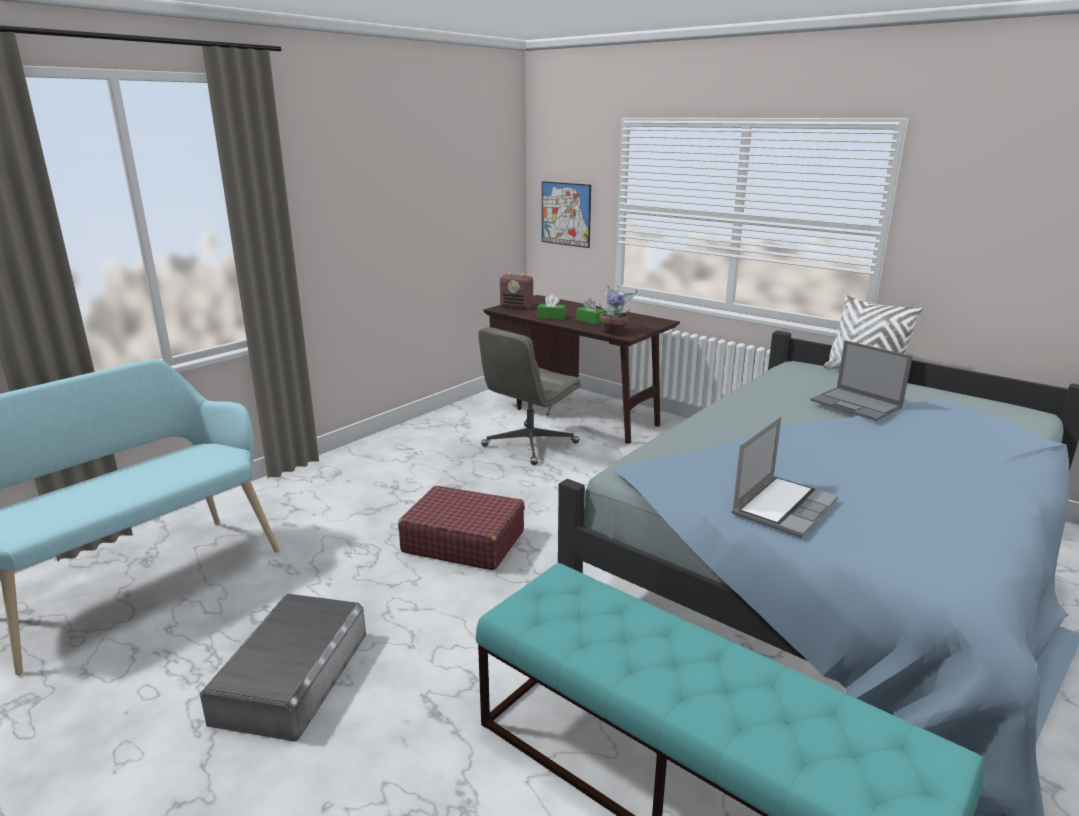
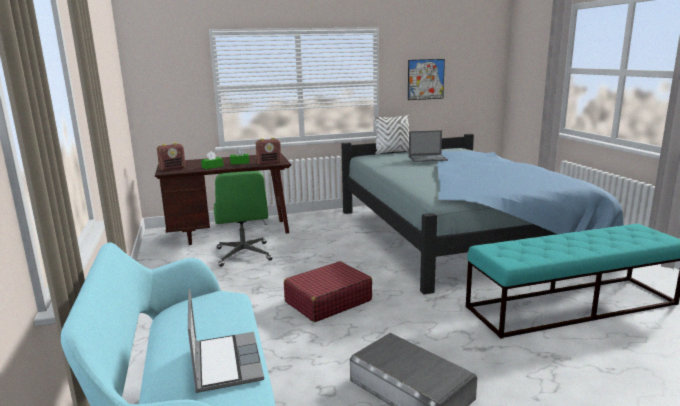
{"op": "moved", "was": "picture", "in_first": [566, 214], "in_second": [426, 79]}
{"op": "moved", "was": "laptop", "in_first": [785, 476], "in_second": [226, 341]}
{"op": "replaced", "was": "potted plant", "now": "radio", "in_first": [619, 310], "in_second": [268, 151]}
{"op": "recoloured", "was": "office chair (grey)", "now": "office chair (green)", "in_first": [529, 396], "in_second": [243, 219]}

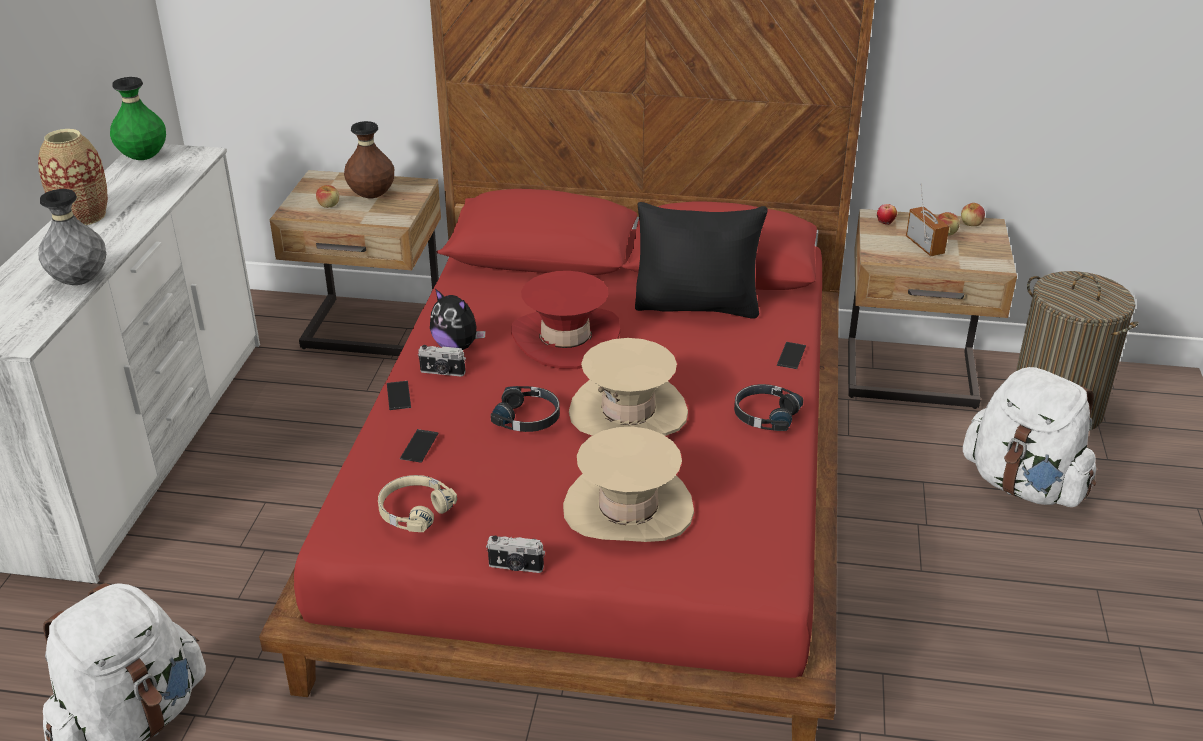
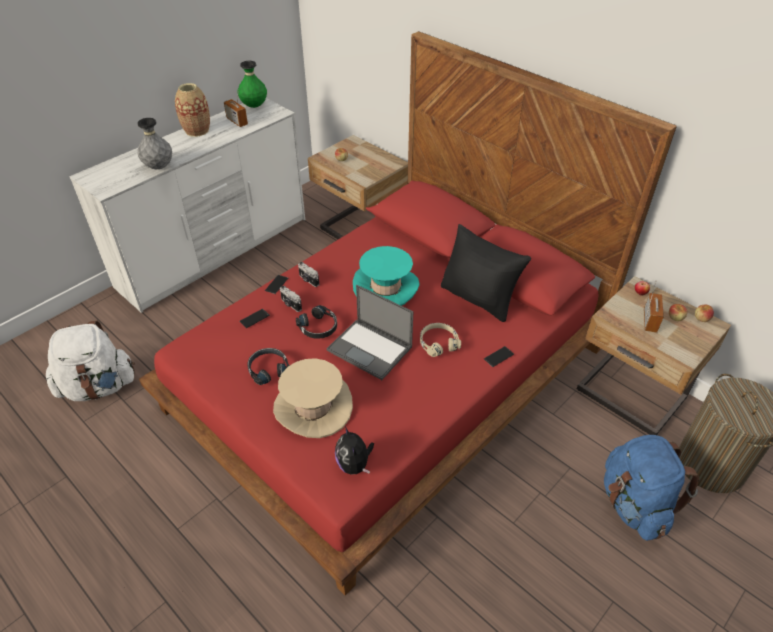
{"op": "removed", "was": "vase (brown)", "in_first": [369, 160]}
{"op": "added", "now": "radio", "in_second": [236, 106]}
{"op": "moved", "was": "headphones (beige)", "in_first": [417, 503], "in_second": [440, 340]}
{"op": "moved", "was": "plush toy", "in_first": [458, 319], "in_second": [354, 450]}
{"op": "moved", "was": "photo camera", "in_first": [515, 554], "in_second": [291, 299]}
{"op": "moved", "was": "headphones (black)", "in_first": [768, 407], "in_second": [268, 366]}
{"op": "replaced", "was": "hat (beige)", "now": "laptop", "in_first": [628, 387], "in_second": [370, 332]}
{"op": "recoloured", "was": "hat (red)", "now": "hat (turquoise)", "in_first": [565, 320], "in_second": [386, 276]}
{"op": "recoloured", "was": "backpack (white)", "now": "backpack (blue)", "in_first": [1029, 437], "in_second": [652, 488]}

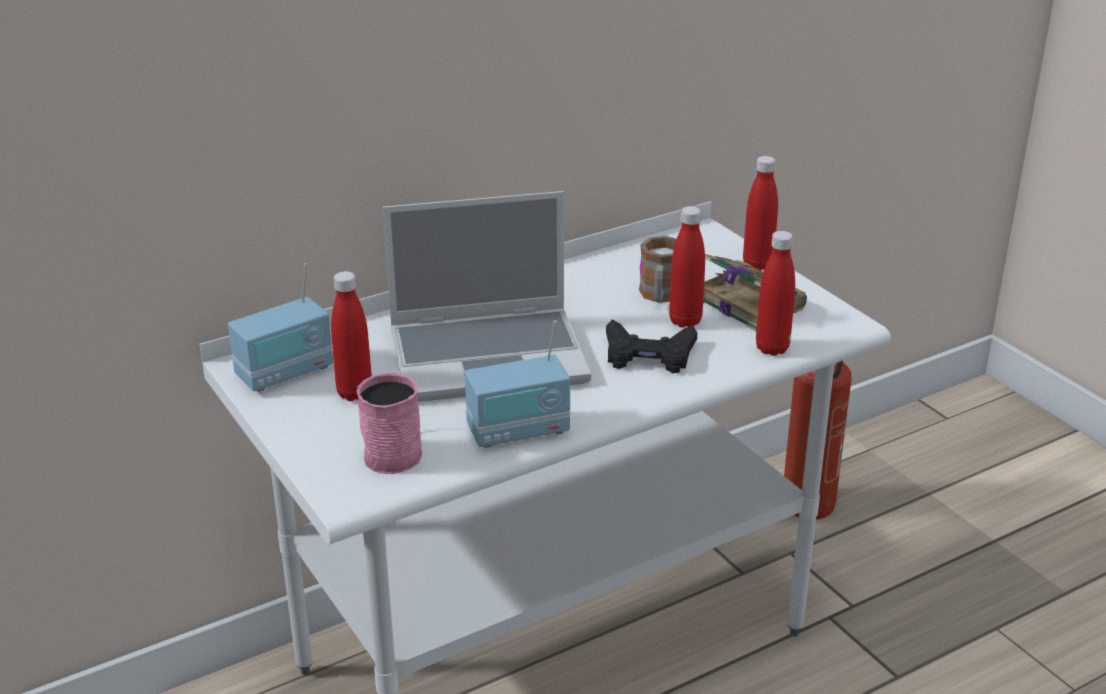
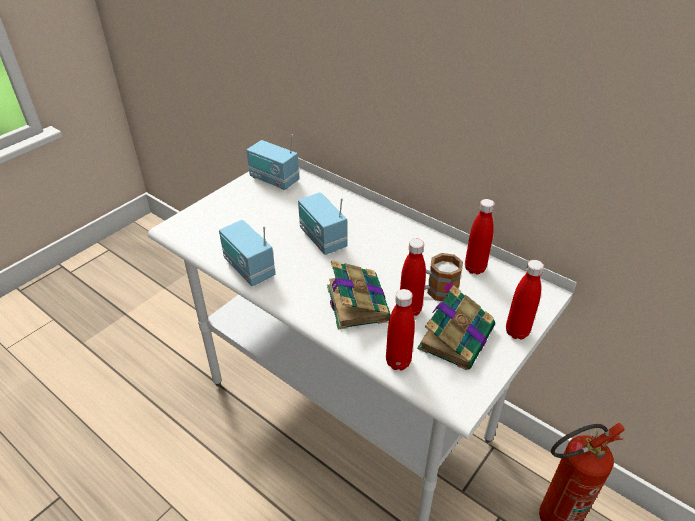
{"op": "removed", "was": "mug (pink)", "in_first": [389, 423]}
{"op": "moved", "was": "bottle (red)", "in_first": [351, 336], "in_second": [480, 237]}
{"op": "replaced", "was": "laptop", "now": "radio", "in_first": [487, 296], "in_second": [322, 223]}
{"op": "replaced", "was": "game controller (black)", "now": "book", "in_first": [651, 346], "in_second": [359, 295]}

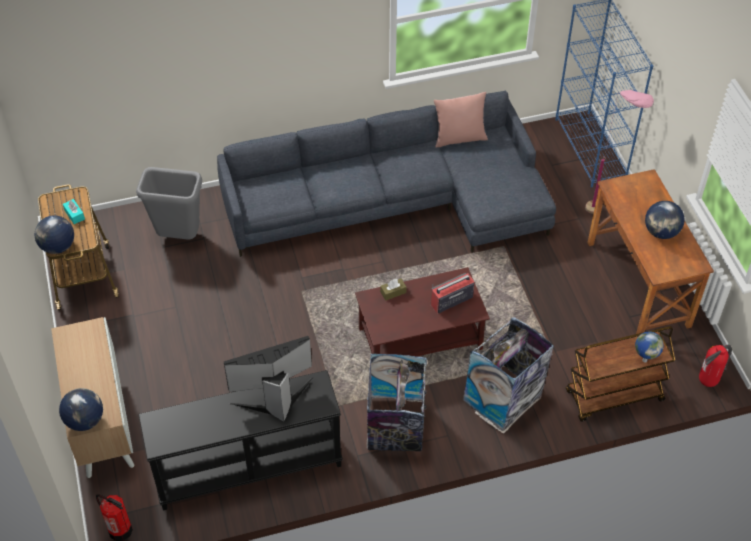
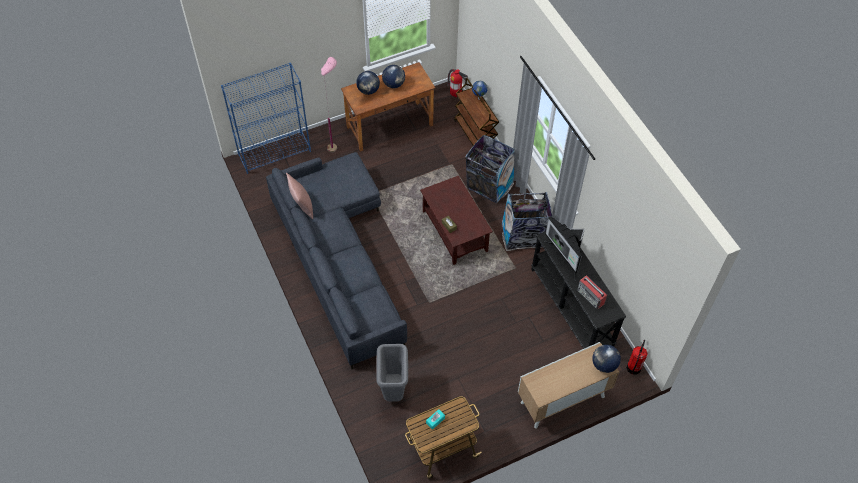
{"op": "moved", "was": "globe", "in_first": [54, 234], "in_second": [368, 83]}
{"op": "moved", "was": "radio", "in_first": [453, 293], "in_second": [592, 292]}

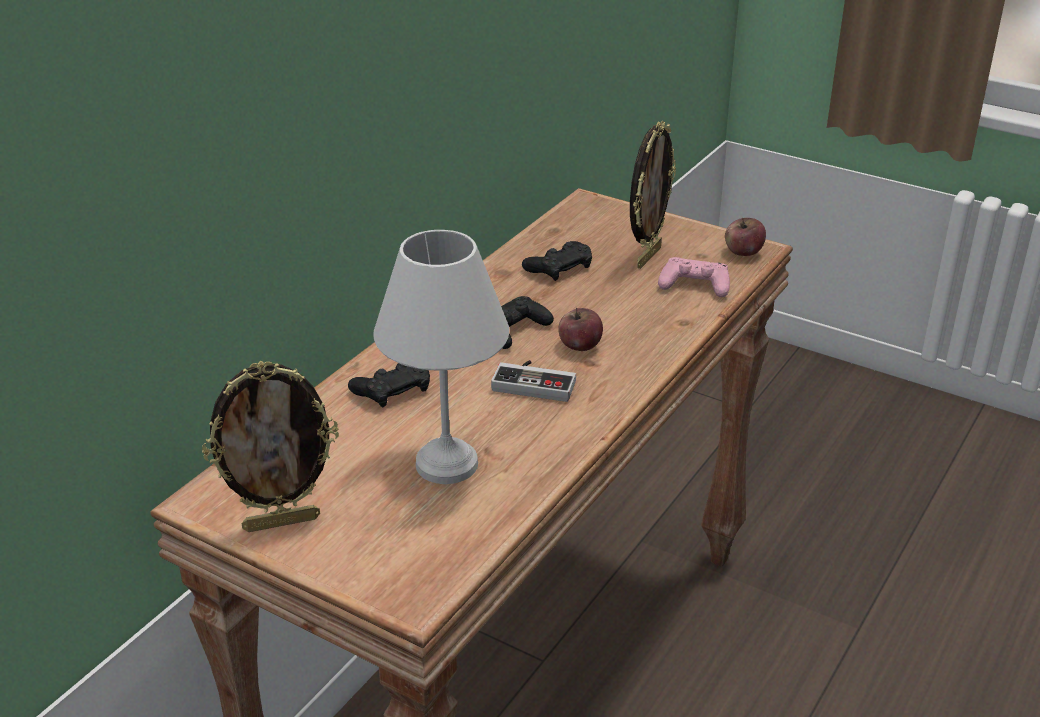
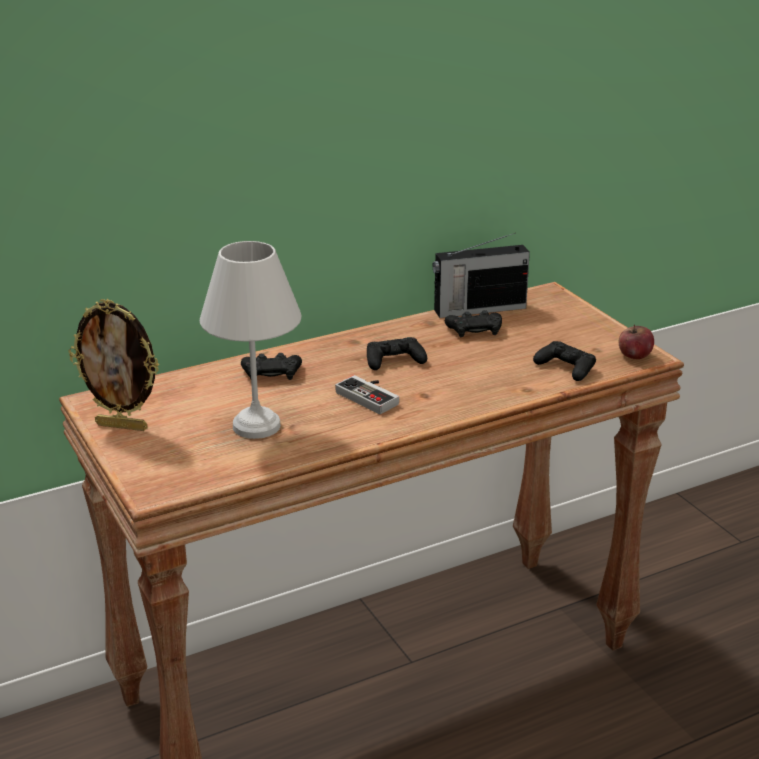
{"op": "removed", "was": "apple", "in_first": [580, 329]}
{"op": "removed", "was": "picture frame", "in_first": [653, 195]}
{"op": "added", "now": "radio", "in_second": [481, 275]}
{"op": "recoloured", "was": "game controller (pink)", "now": "game controller (black)", "in_first": [694, 277], "in_second": [564, 361]}

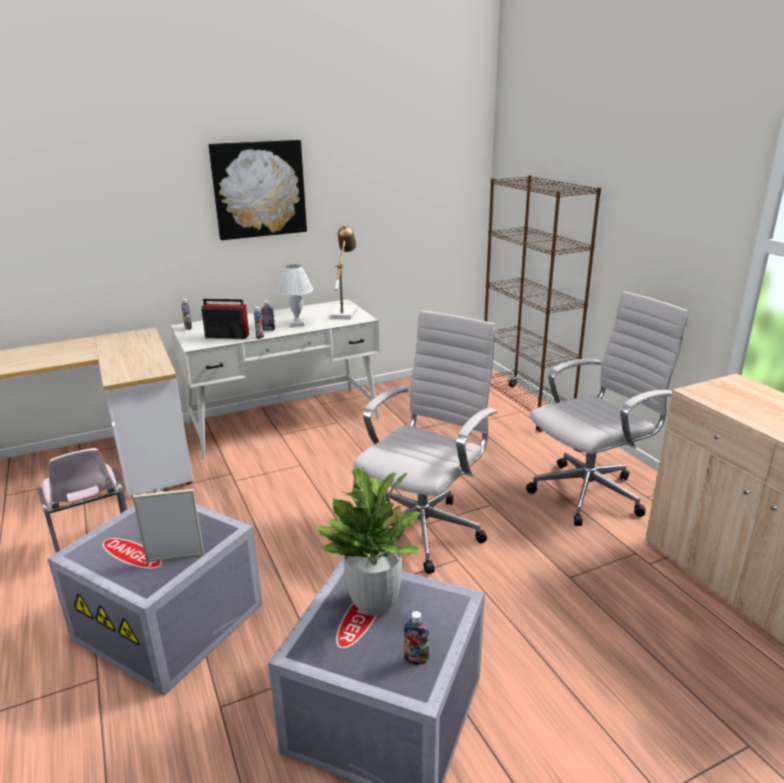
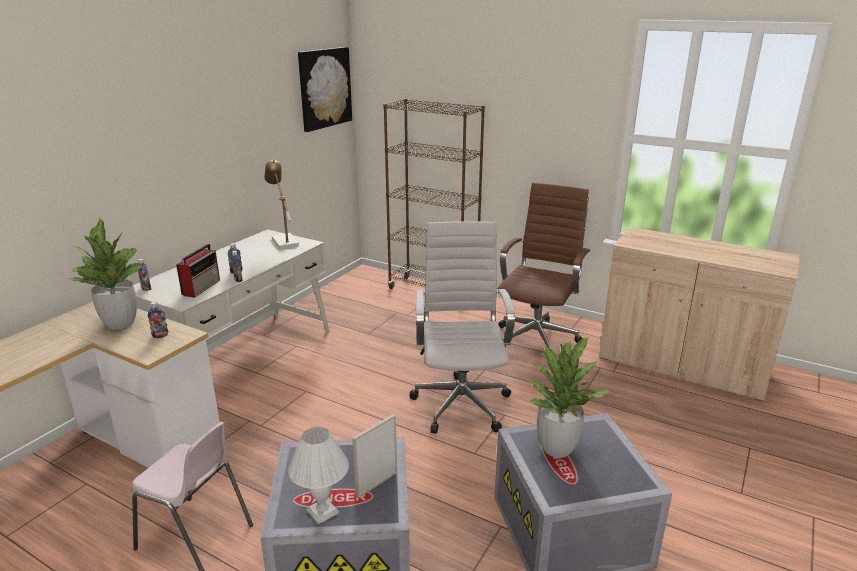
{"op": "added", "now": "potted plant", "in_second": [105, 274]}
{"op": "moved", "was": "picture", "in_first": [257, 190], "in_second": [325, 89]}
{"op": "moved", "was": "table lamp (white)", "in_first": [295, 295], "in_second": [318, 475]}
{"op": "moved", "was": "bottle", "in_first": [416, 638], "in_second": [158, 320]}
{"op": "recoloured", "was": "office chair (white)", "now": "office chair (brown)", "in_first": [607, 408], "in_second": [544, 266]}
{"op": "turned", "was": "radio", "in_first": [225, 319], "in_second": [198, 271], "clockwise": 135}

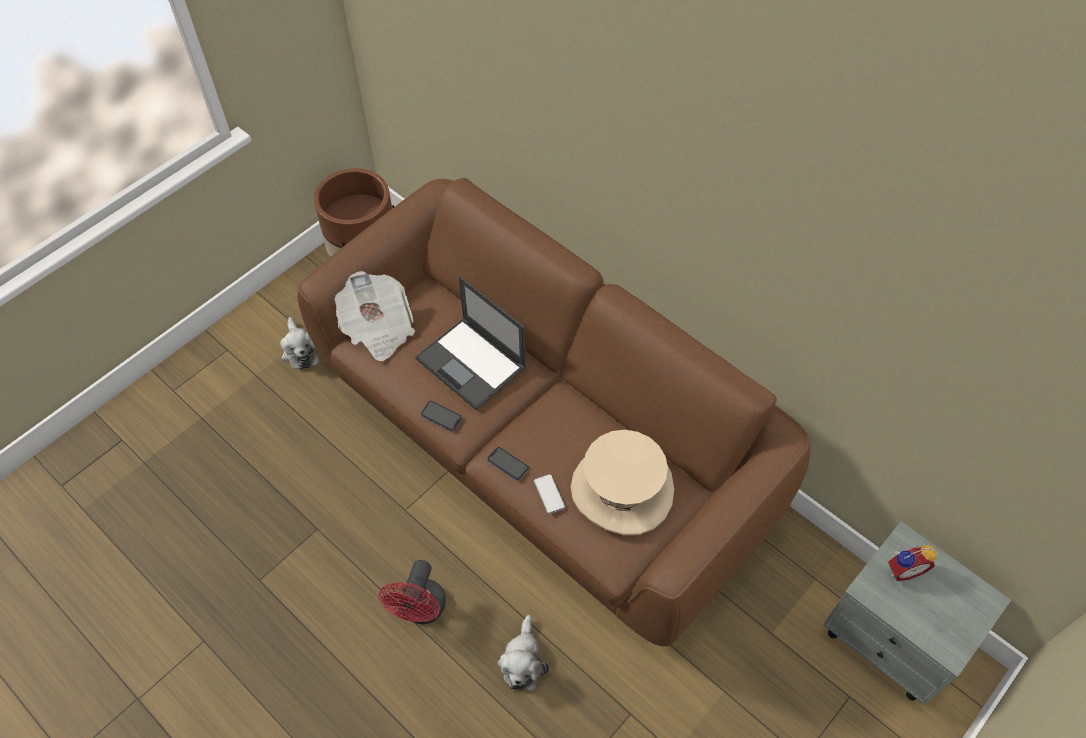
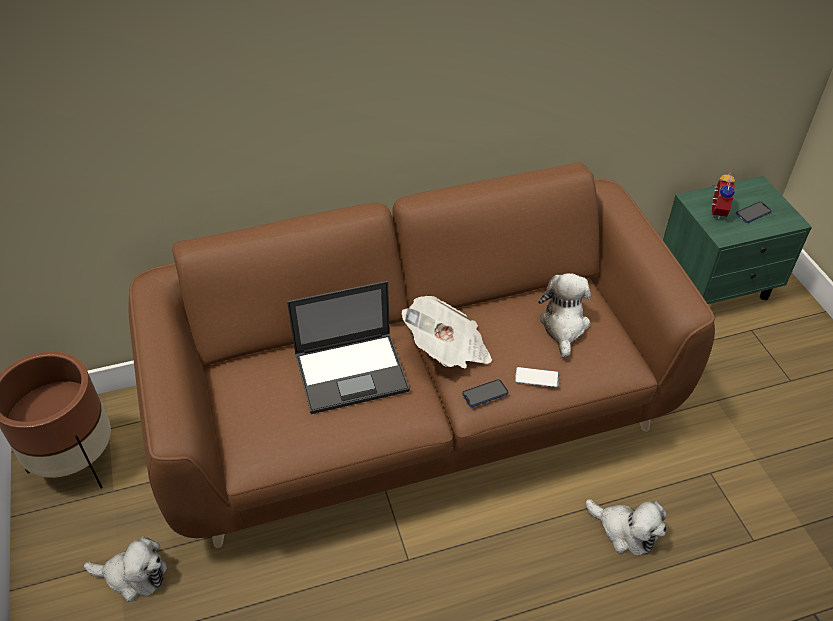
{"op": "removed", "was": "fan (red)", "in_first": [412, 592]}
{"op": "moved", "was": "newspaper", "in_first": [375, 316], "in_second": [447, 332]}
{"op": "moved", "was": "phone", "in_first": [441, 416], "in_second": [754, 212]}
{"op": "replaced", "was": "hat (beige)", "now": "plush toy", "in_first": [622, 482], "in_second": [564, 315]}
{"op": "recoloured", "was": "nightstand (grey)", "now": "nightstand (green)", "in_first": [917, 613], "in_second": [737, 240]}

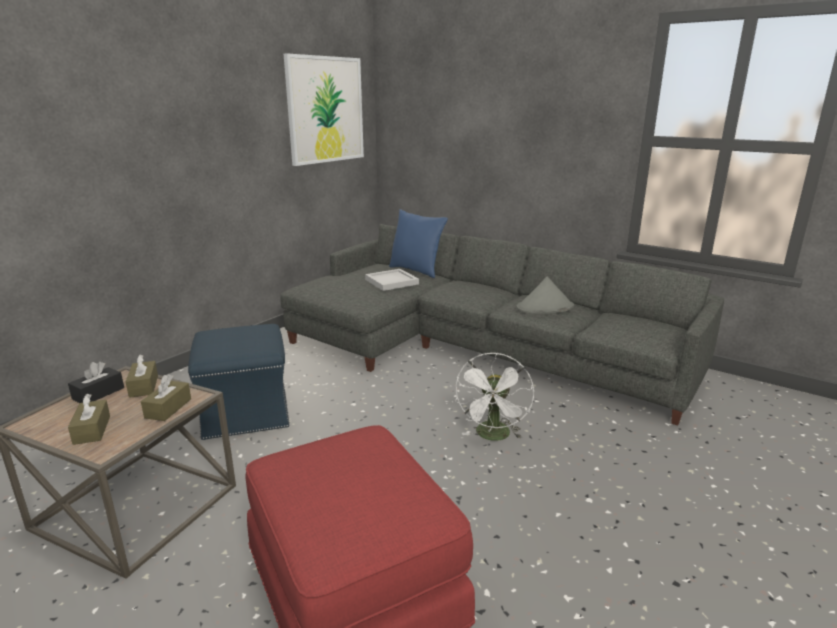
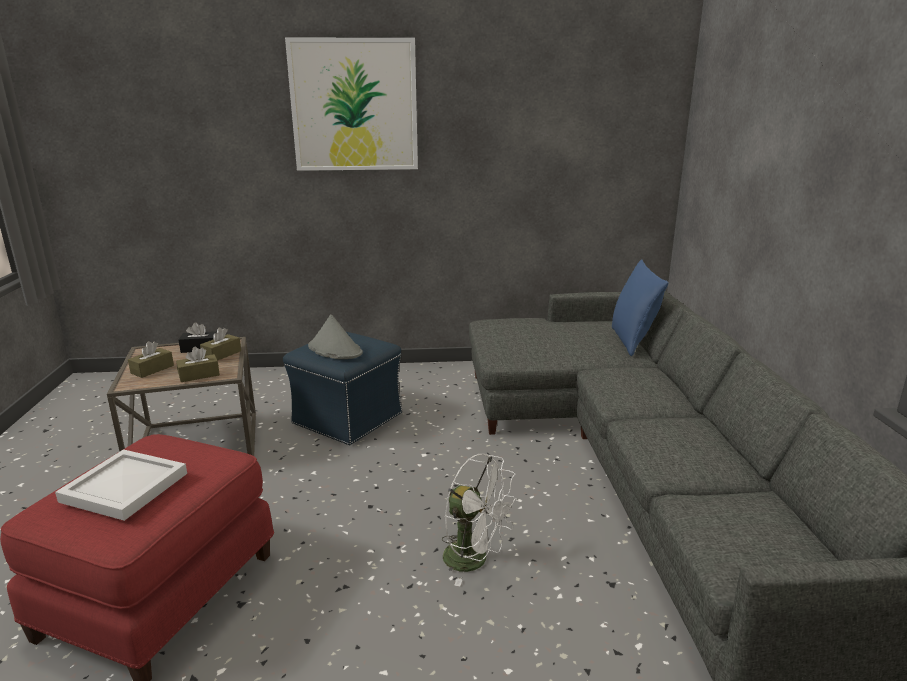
{"op": "moved", "was": "picture", "in_first": [324, 109], "in_second": [351, 104]}
{"op": "moved", "was": "tray (white)", "in_first": [392, 280], "in_second": [121, 485]}
{"op": "moved", "was": "hat (grey)", "in_first": [545, 295], "in_second": [335, 336]}
{"op": "turned", "was": "fan (white)", "in_first": [494, 396], "in_second": [480, 520], "clockwise": -120}

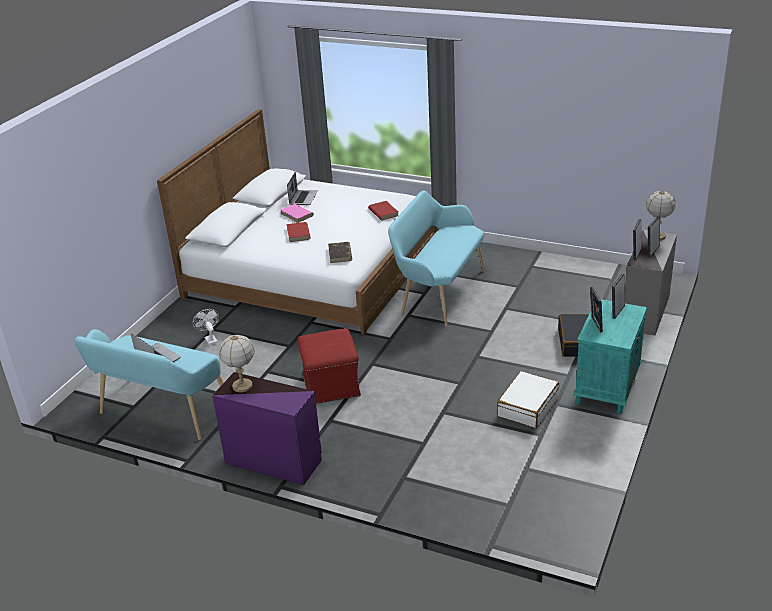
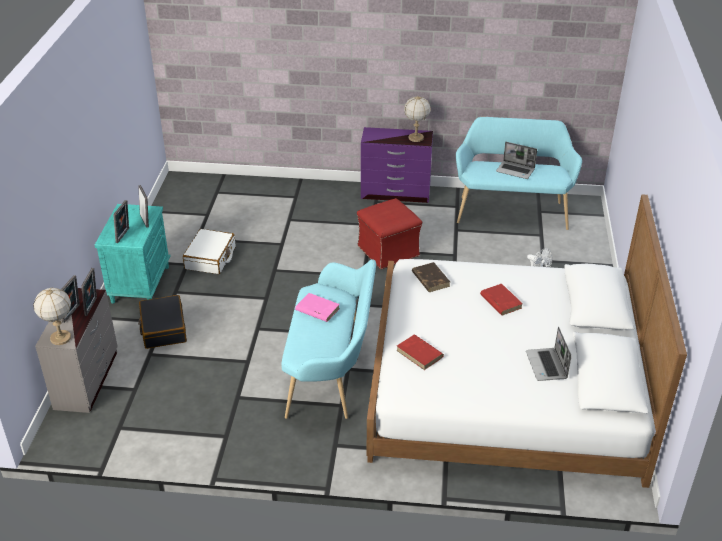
{"op": "moved", "was": "book (pink)", "in_first": [297, 213], "in_second": [317, 307]}

